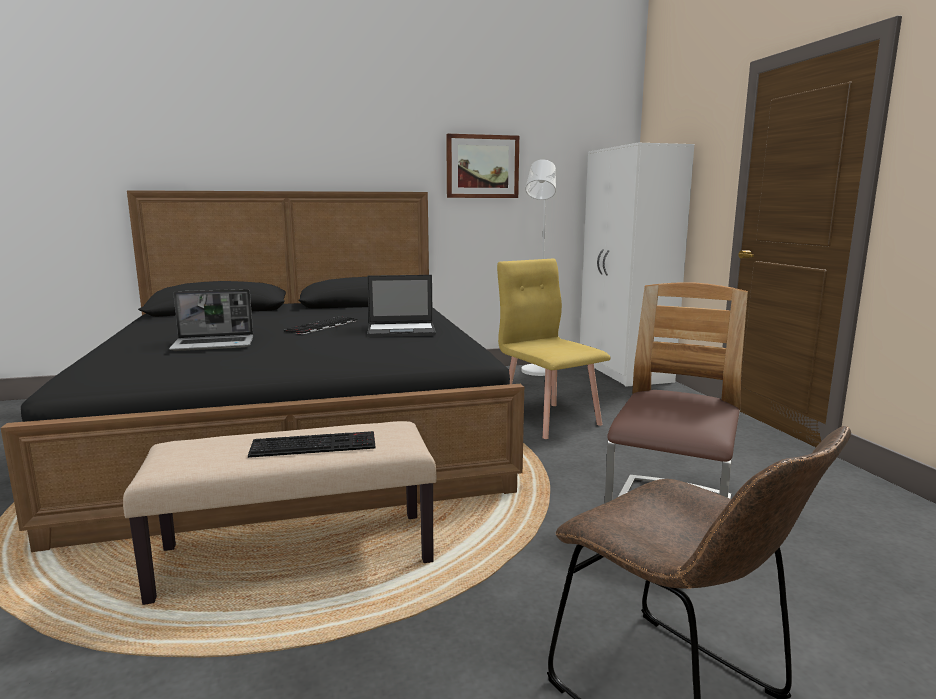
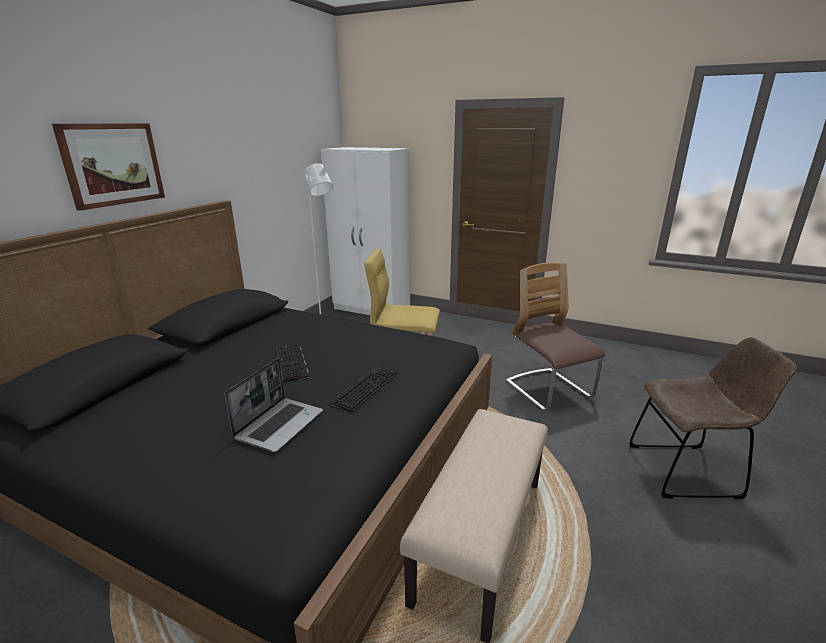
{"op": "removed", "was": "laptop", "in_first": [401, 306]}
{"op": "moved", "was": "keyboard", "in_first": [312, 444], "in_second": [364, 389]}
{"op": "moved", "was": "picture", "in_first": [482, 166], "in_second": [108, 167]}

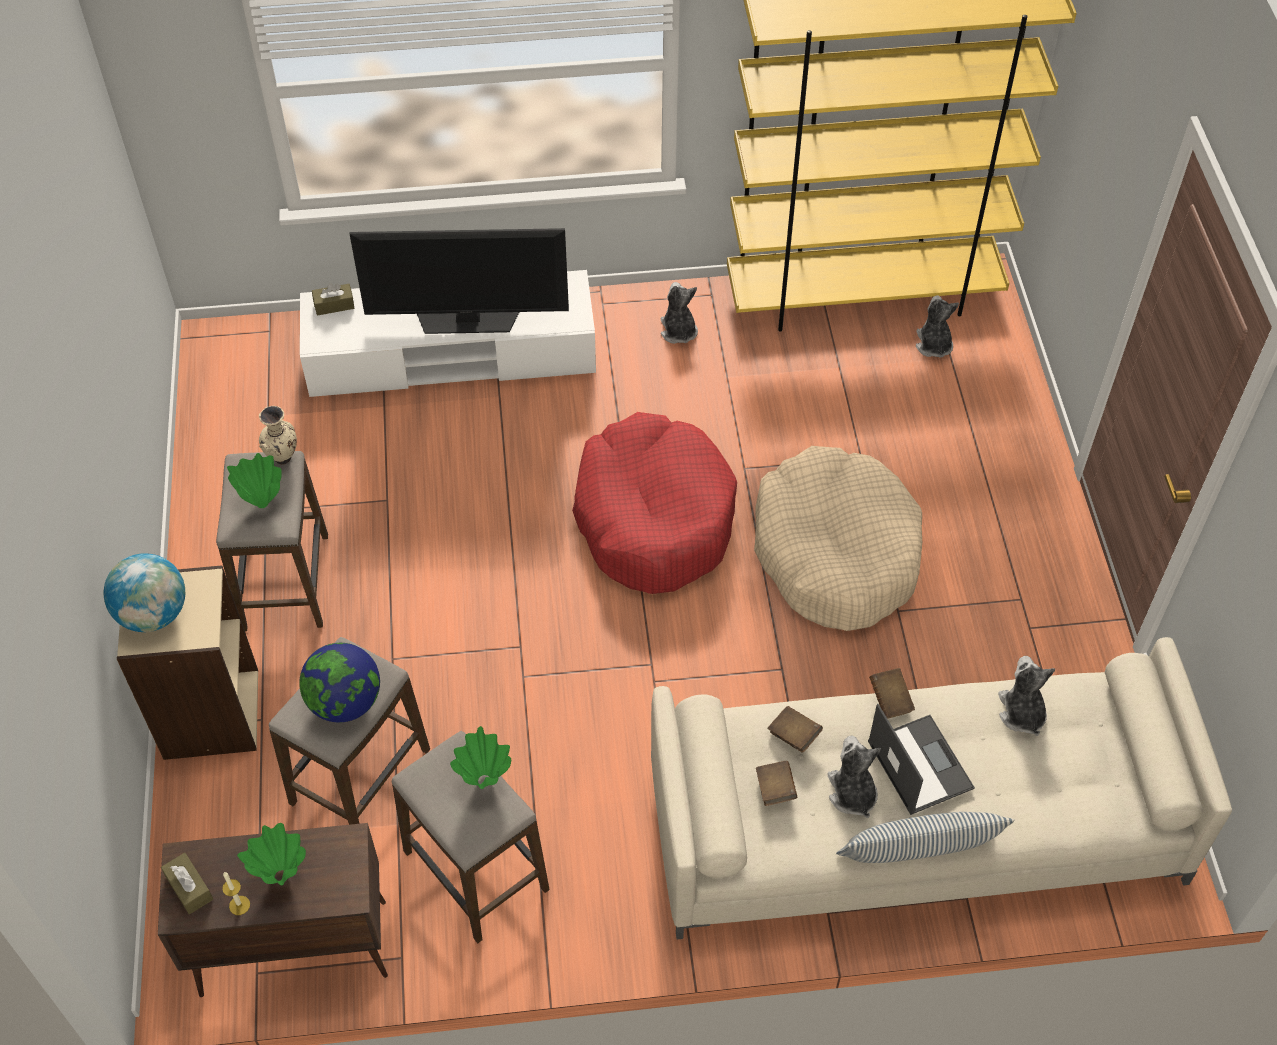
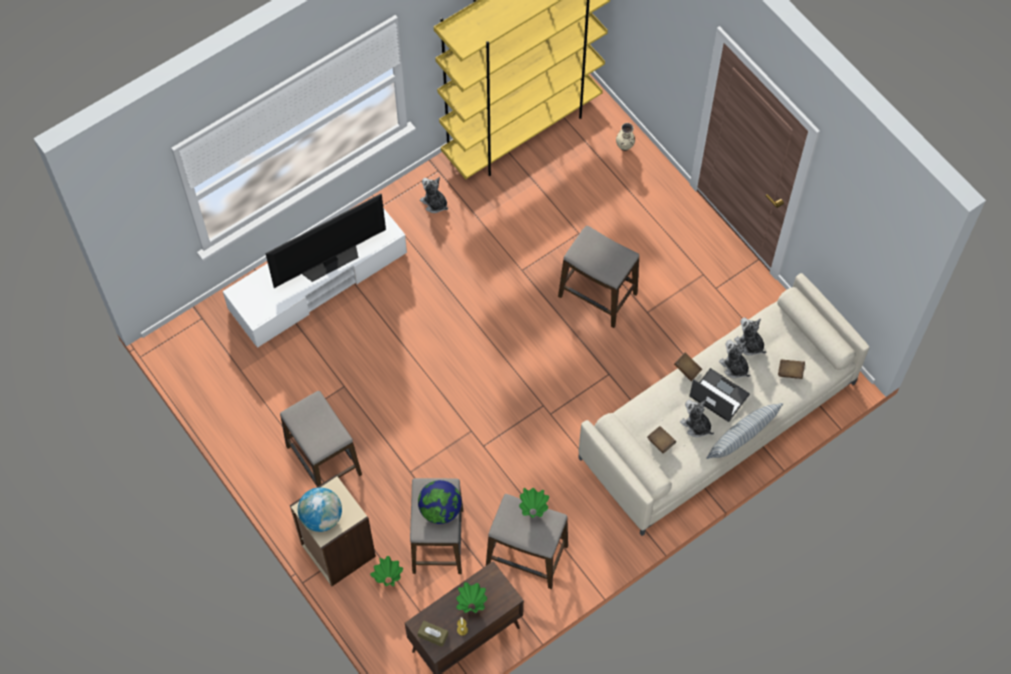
{"op": "removed", "was": "tissue box (brown)", "in_first": [333, 299]}
{"op": "removed", "was": "dog bed (red)", "in_first": [654, 503]}
{"op": "moved", "was": "vase (green)", "in_first": [254, 480], "in_second": [386, 571]}
{"op": "moved", "was": "vase (beige)", "in_first": [278, 435], "in_second": [625, 137]}
{"op": "moved", "was": "book (brown)", "in_first": [795, 729], "in_second": [791, 369]}
{"op": "moved", "was": "plush toy", "in_first": [937, 326], "in_second": [734, 359]}
{"op": "replaced", "was": "dog bed (beige)", "now": "stool", "in_first": [838, 538], "in_second": [598, 277]}

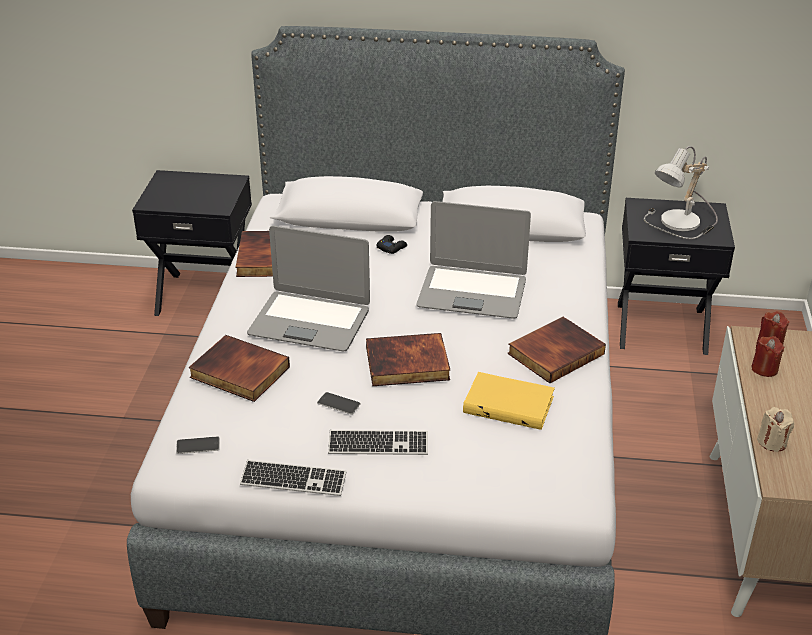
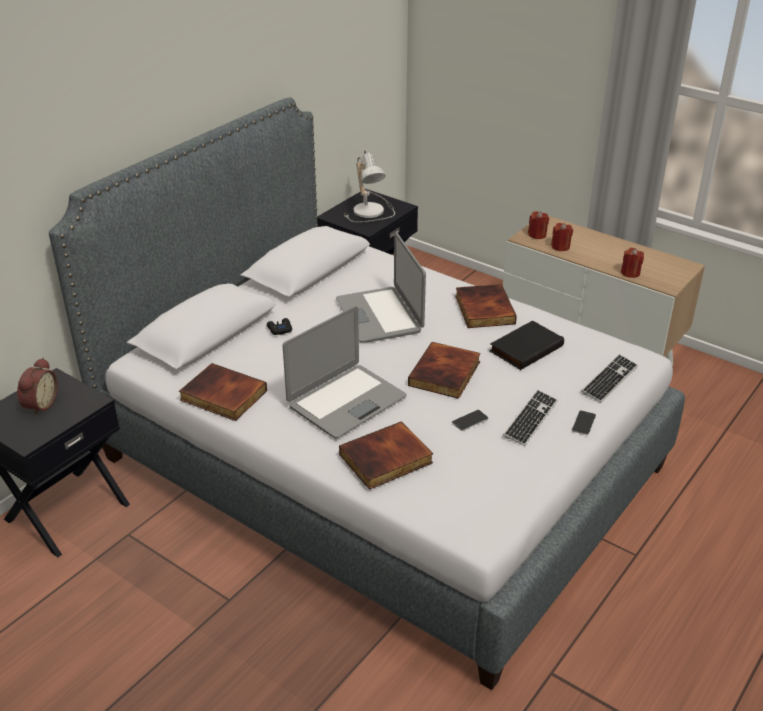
{"op": "added", "now": "alarm clock", "in_second": [37, 387]}
{"op": "moved", "was": "phone", "in_first": [197, 445], "in_second": [584, 422]}
{"op": "moved", "was": "keyboard", "in_first": [293, 478], "in_second": [609, 378]}
{"op": "recoloured", "was": "book (yellow)", "now": "book (black)", "in_first": [509, 401], "in_second": [526, 345]}
{"op": "recoloured", "was": "candle (beige)", "now": "candle (red)", "in_first": [775, 429], "in_second": [632, 263]}
{"op": "turned", "was": "laptop", "in_first": [473, 260], "in_second": [381, 287], "clockwise": 120}

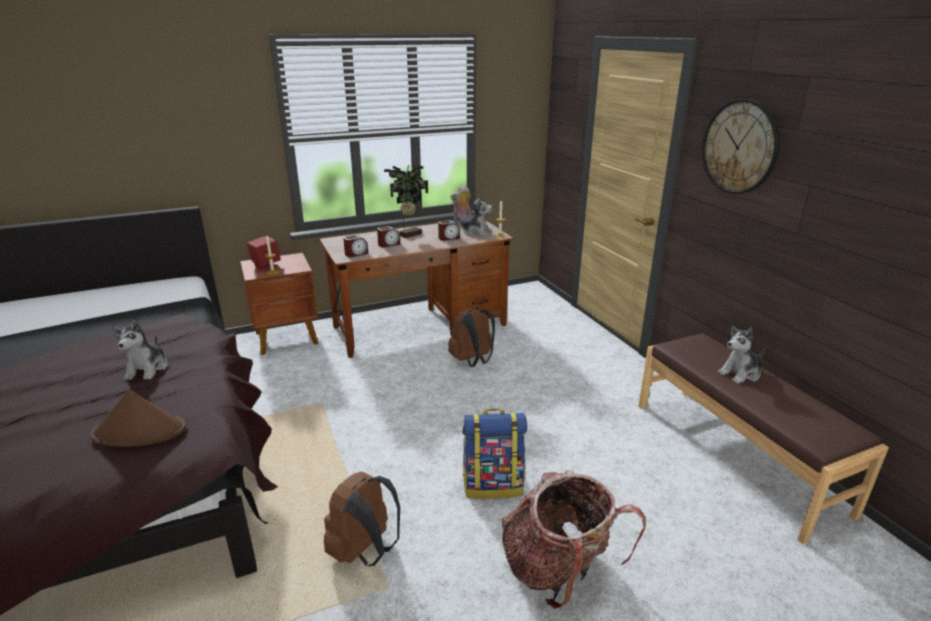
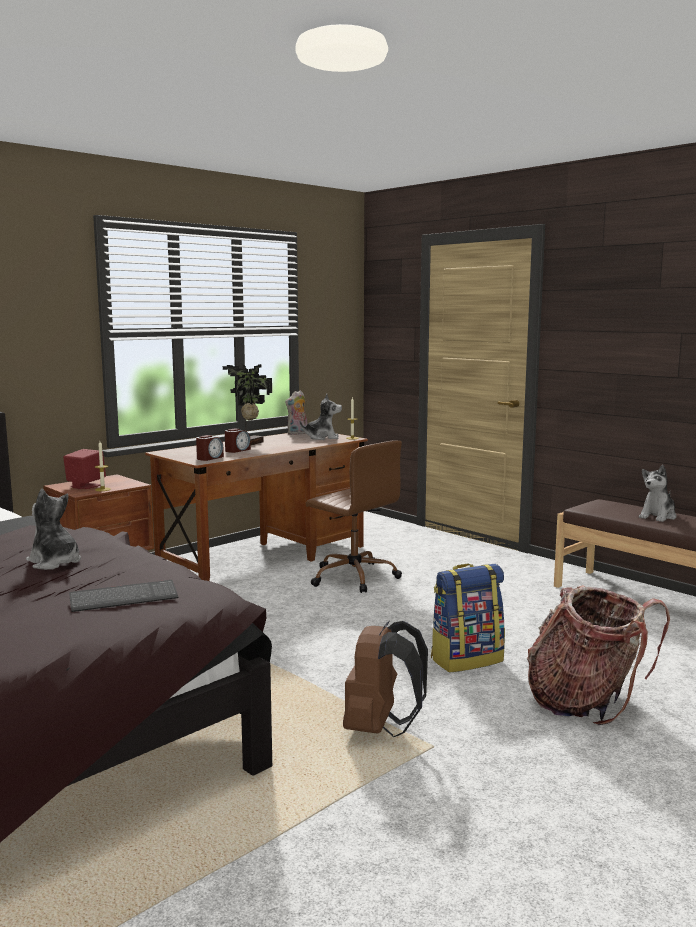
{"op": "removed", "was": "alarm clock", "in_first": [449, 230]}
{"op": "removed", "was": "wall clock", "in_first": [741, 146]}
{"op": "replaced", "was": "hat (brown)", "now": "keyboard", "in_first": [138, 418], "in_second": [123, 596]}
{"op": "replaced", "was": "backpack (brown)", "now": "office chair (brown)", "in_first": [471, 337], "in_second": [354, 516]}
{"op": "turned", "was": "plush toy", "in_first": [140, 349], "in_second": [53, 529], "clockwise": 150}

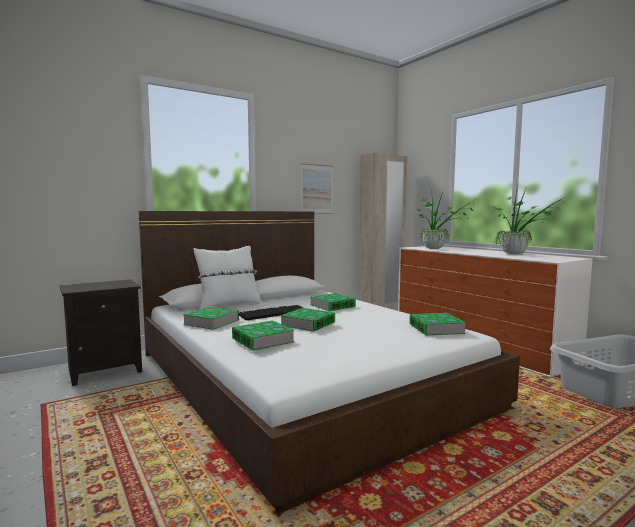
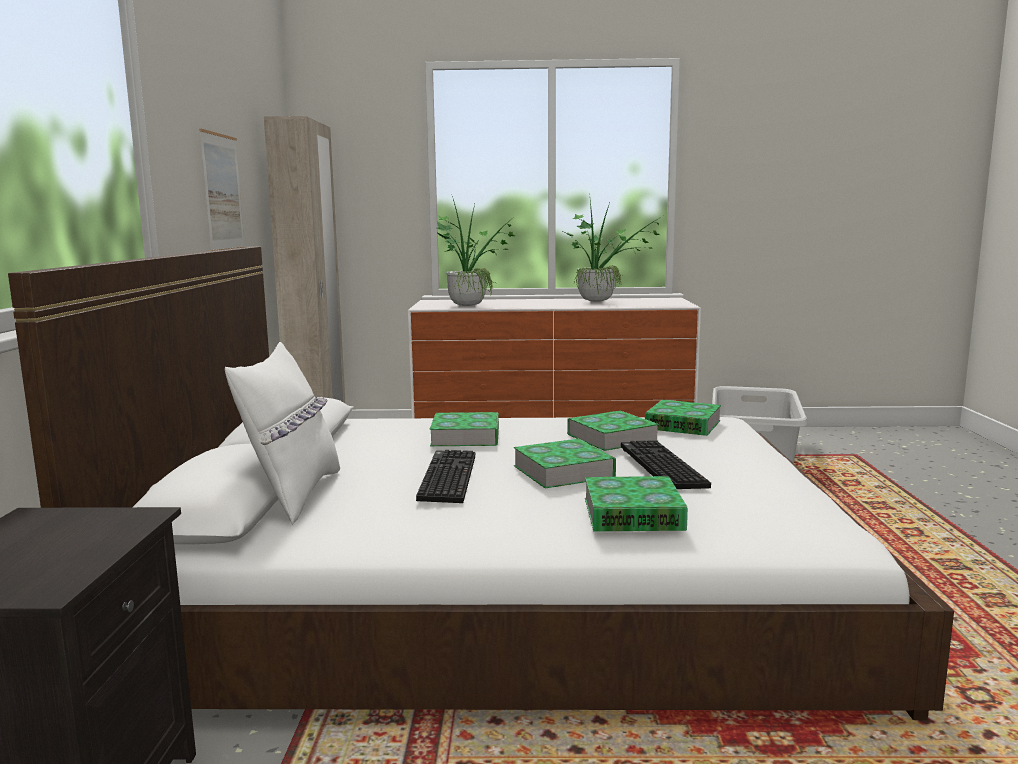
{"op": "added", "now": "keyboard", "in_second": [666, 464]}
{"op": "moved", "was": "book", "in_first": [211, 318], "in_second": [613, 431]}

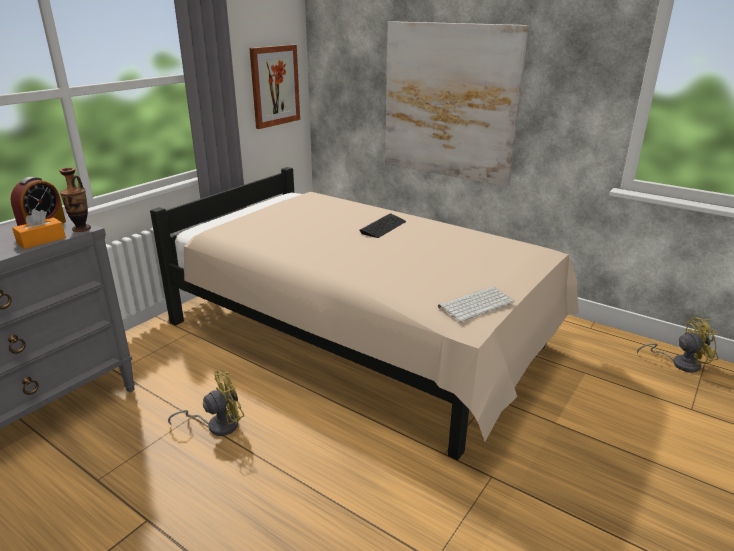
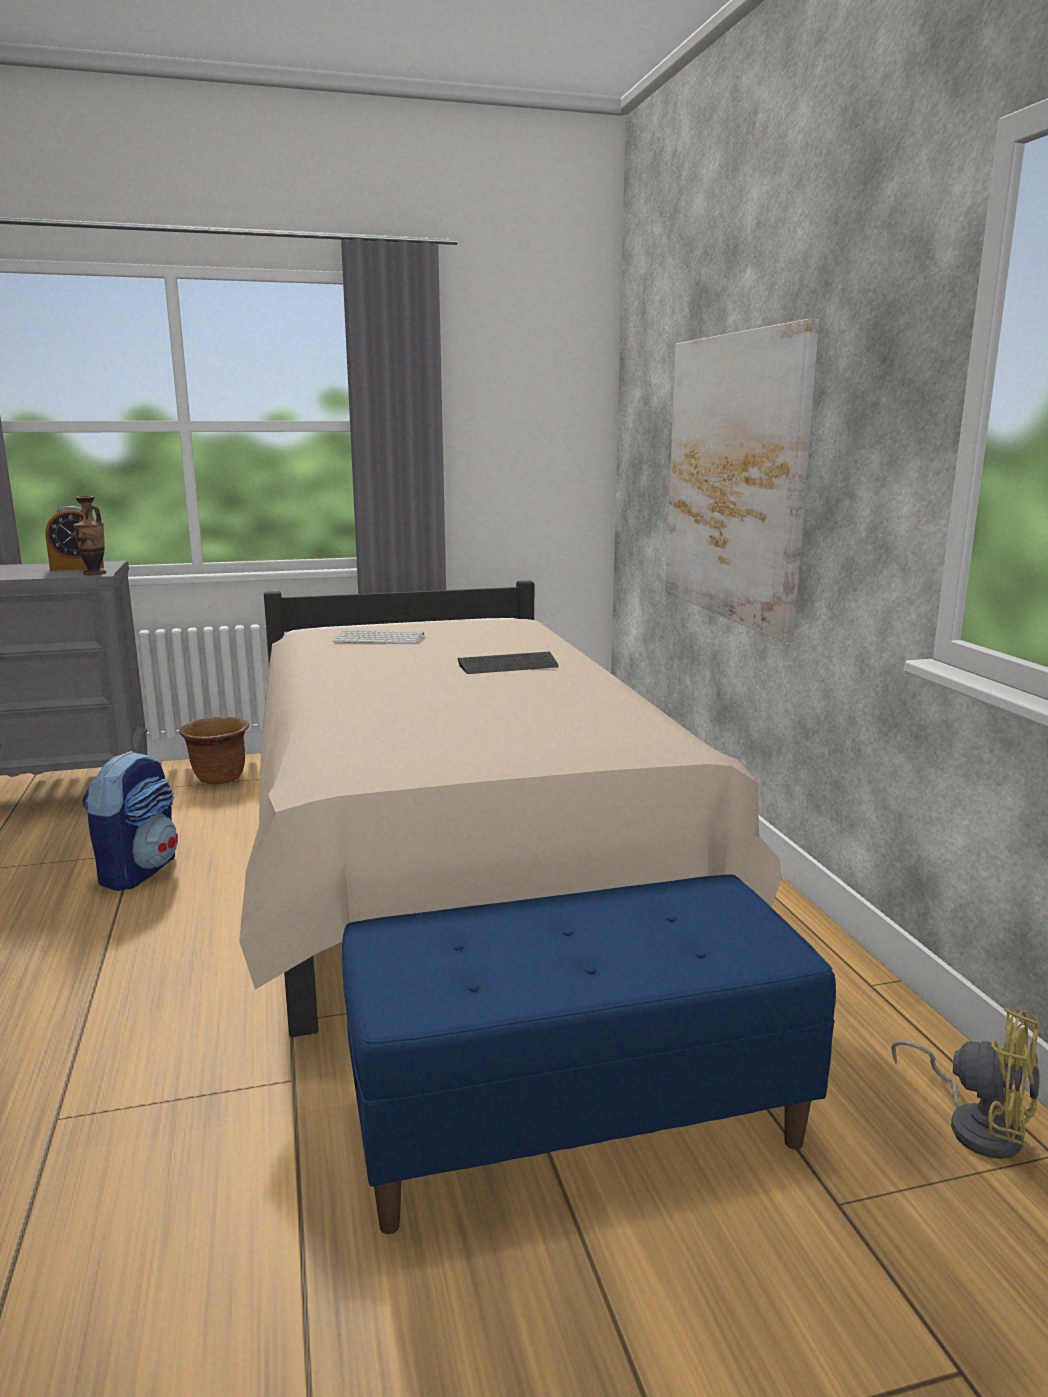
{"op": "removed", "was": "tissue box (orange)", "in_first": [39, 229]}
{"op": "removed", "was": "picture", "in_first": [274, 87]}
{"op": "added", "now": "planter (brown)", "in_second": [214, 750]}
{"op": "added", "now": "bench (blue)", "in_second": [589, 1054]}
{"op": "moved", "was": "keyboard", "in_first": [476, 304], "in_second": [378, 637]}
{"op": "replaced", "was": "fan (yellow)", "now": "backpack", "in_first": [206, 403], "in_second": [130, 821]}

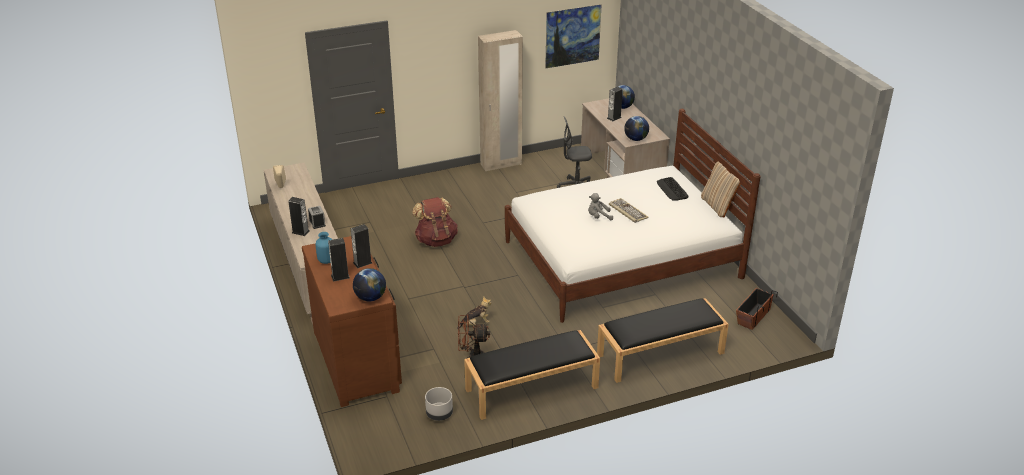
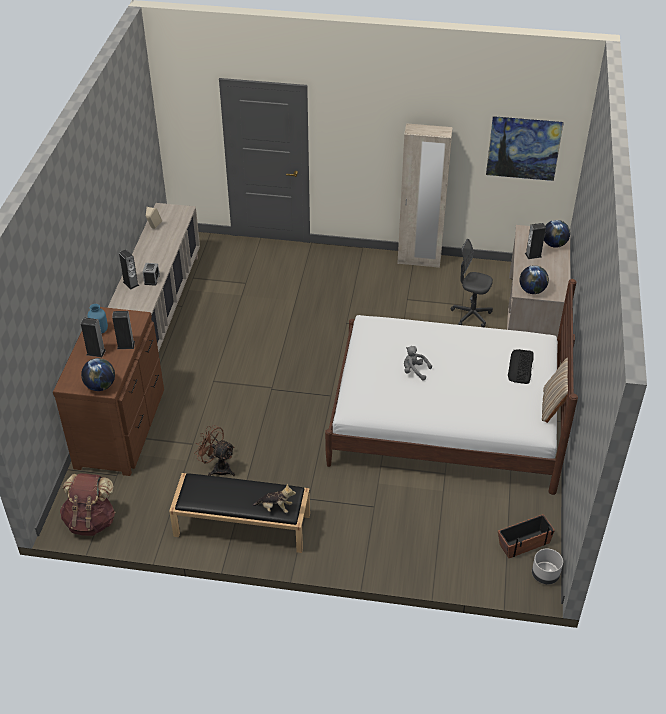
{"op": "removed", "was": "bench (black)", "in_first": [663, 340]}
{"op": "removed", "was": "keyboard", "in_first": [629, 210]}
{"op": "moved", "was": "backpack (brown)", "in_first": [435, 222], "in_second": [88, 504]}
{"op": "moved", "was": "planter (grey)", "in_first": [439, 404], "in_second": [547, 566]}
{"op": "moved", "was": "plush toy", "in_first": [474, 312], "in_second": [274, 498]}

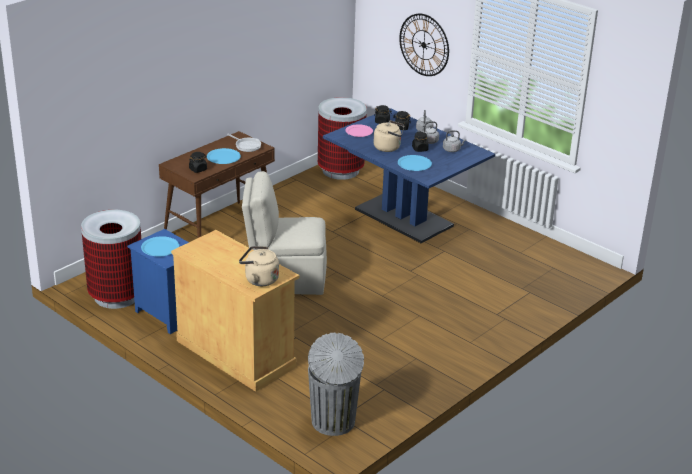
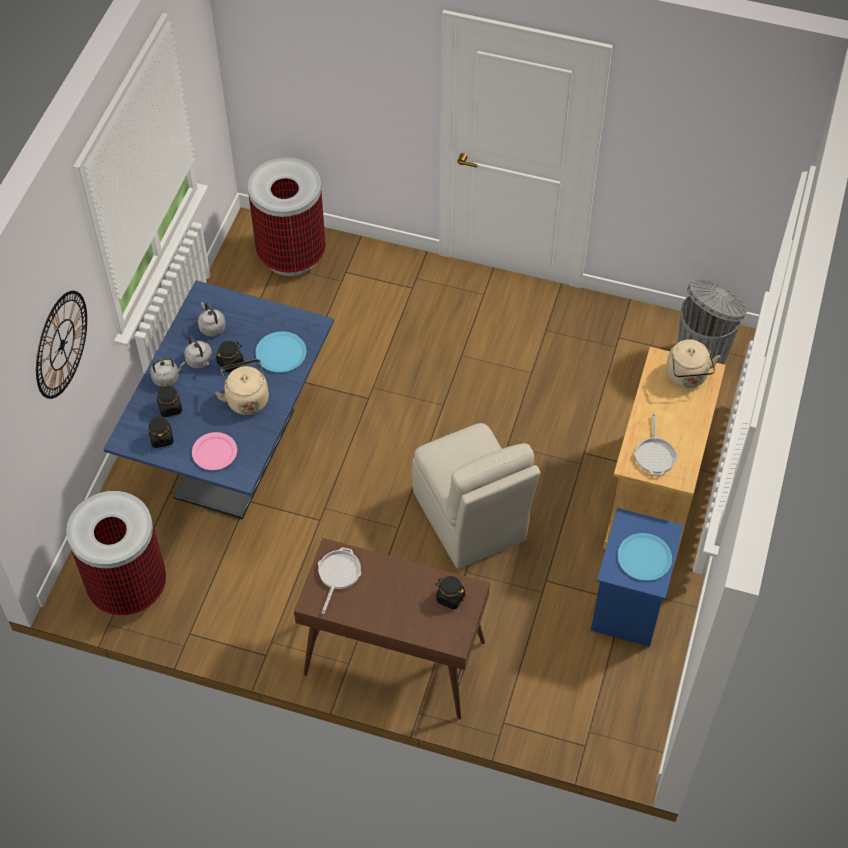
{"op": "removed", "was": "plate (blue)", "in_first": [224, 156]}
{"op": "added", "now": "frying pan", "in_second": [656, 444]}
{"op": "moved", "was": "trash can", "in_first": [111, 259], "in_second": [287, 216]}

